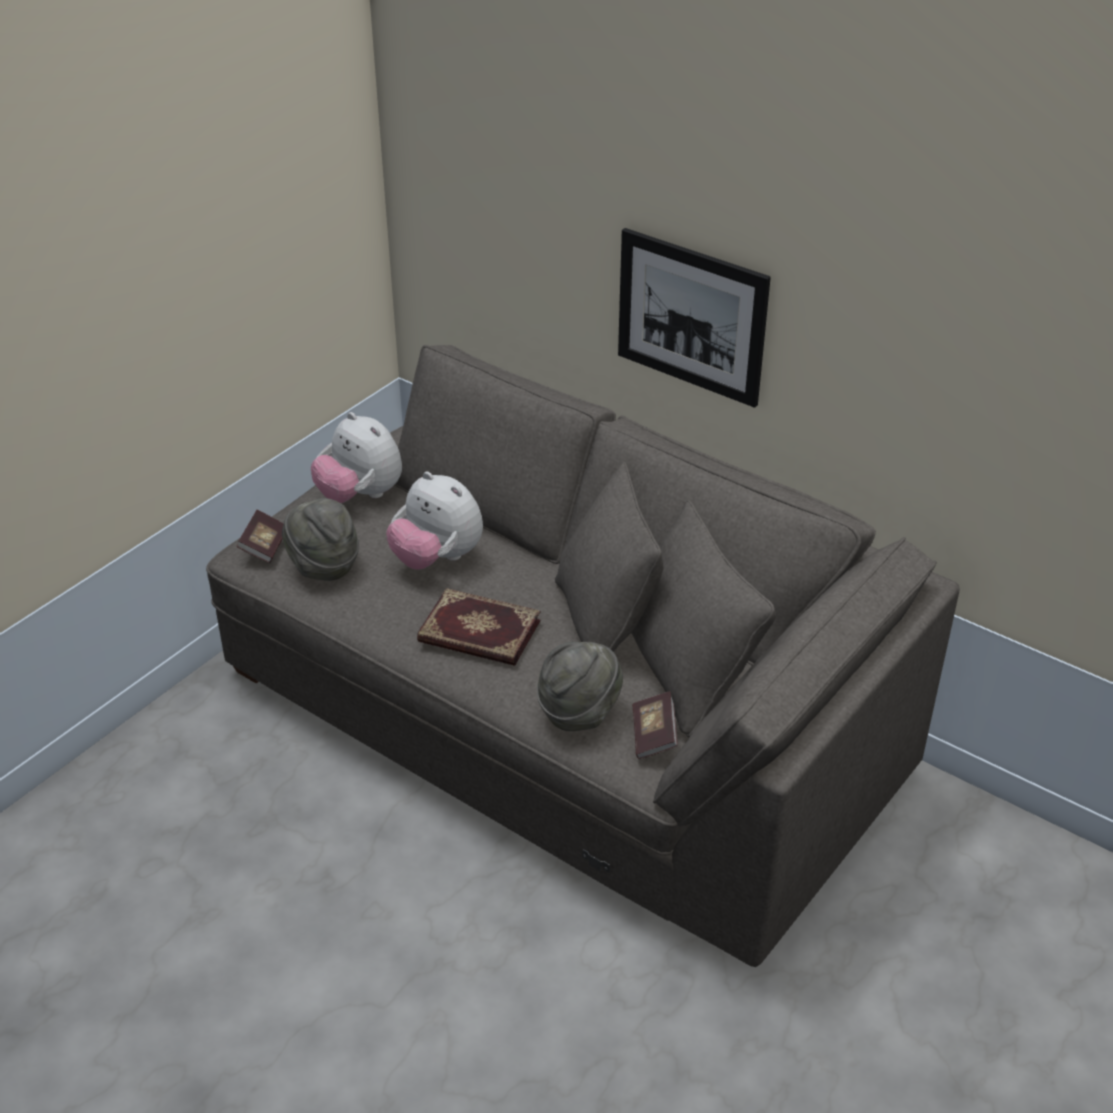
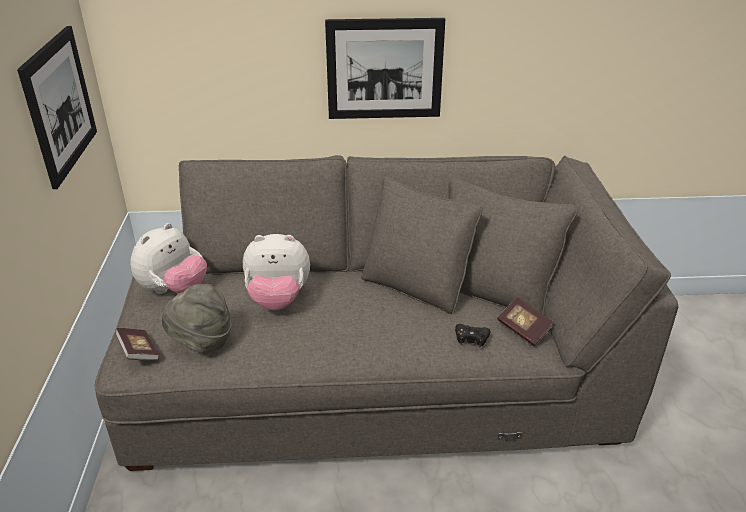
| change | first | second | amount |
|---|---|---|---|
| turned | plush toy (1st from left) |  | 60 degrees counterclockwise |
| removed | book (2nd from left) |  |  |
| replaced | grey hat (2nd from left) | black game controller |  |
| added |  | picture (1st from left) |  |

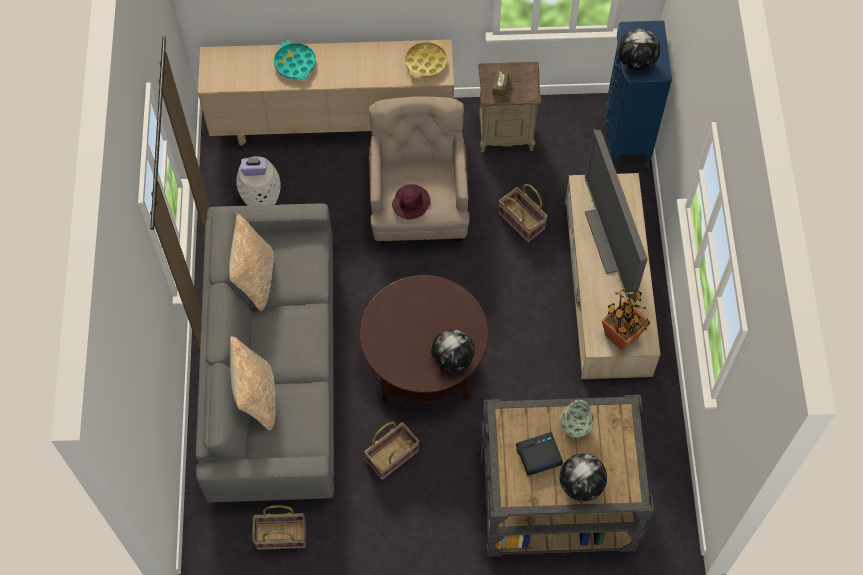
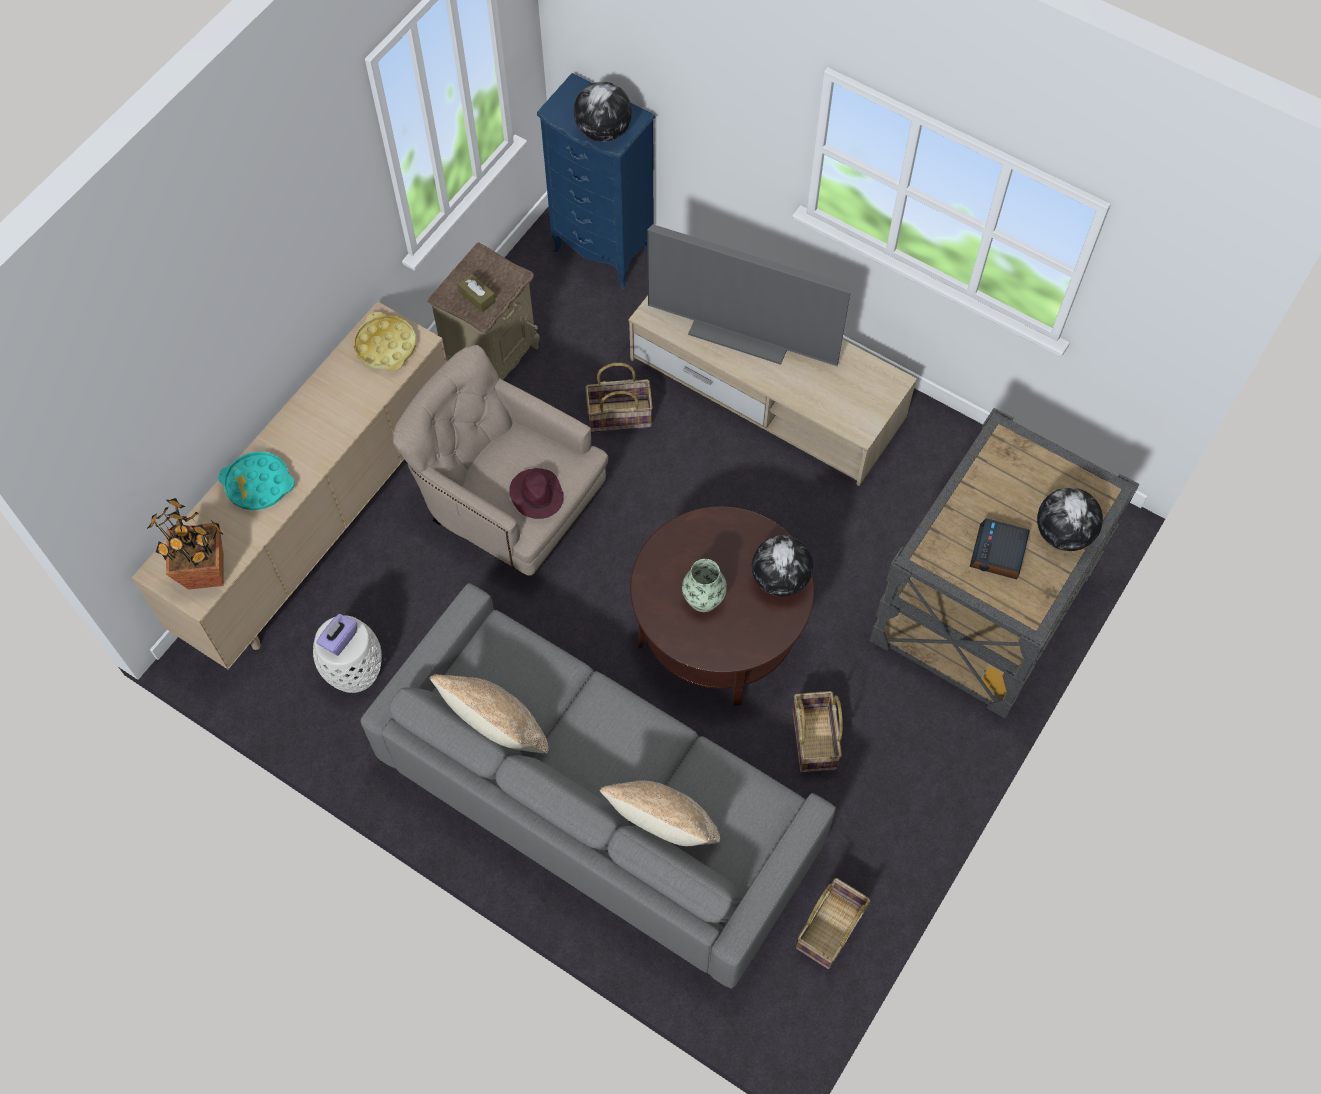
| change | first | second | amount |
|---|---|---|---|
| moved | potted plant |  |  |
| moved | vase |  |  |

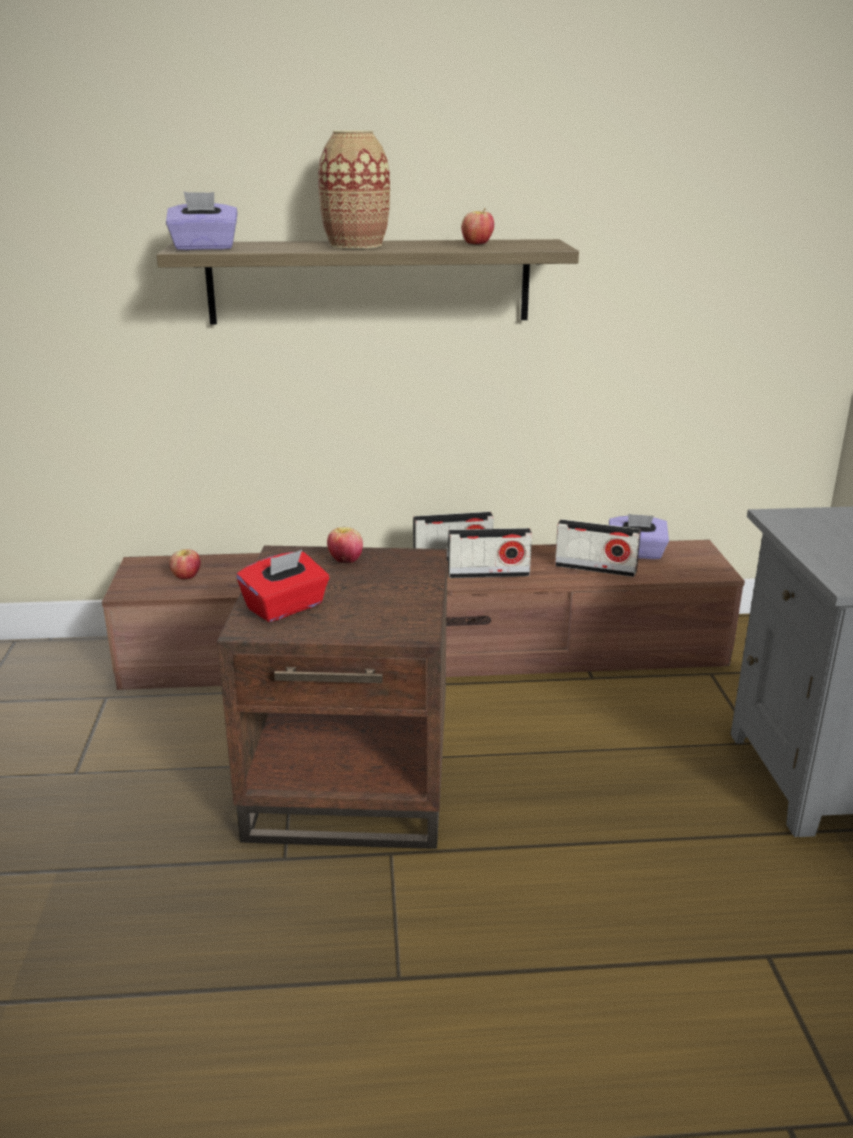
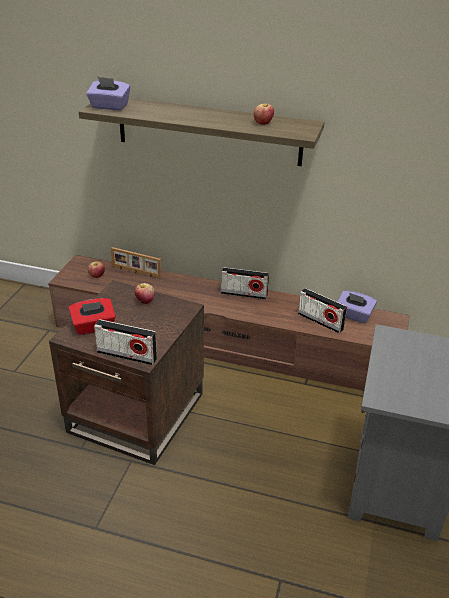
| change | first | second | amount |
|---|---|---|---|
| removed | vase |  |  |
| moved | radio (2nd from left in the first image) | radio (1st from left) |  |
| added |  | picture frame |  |

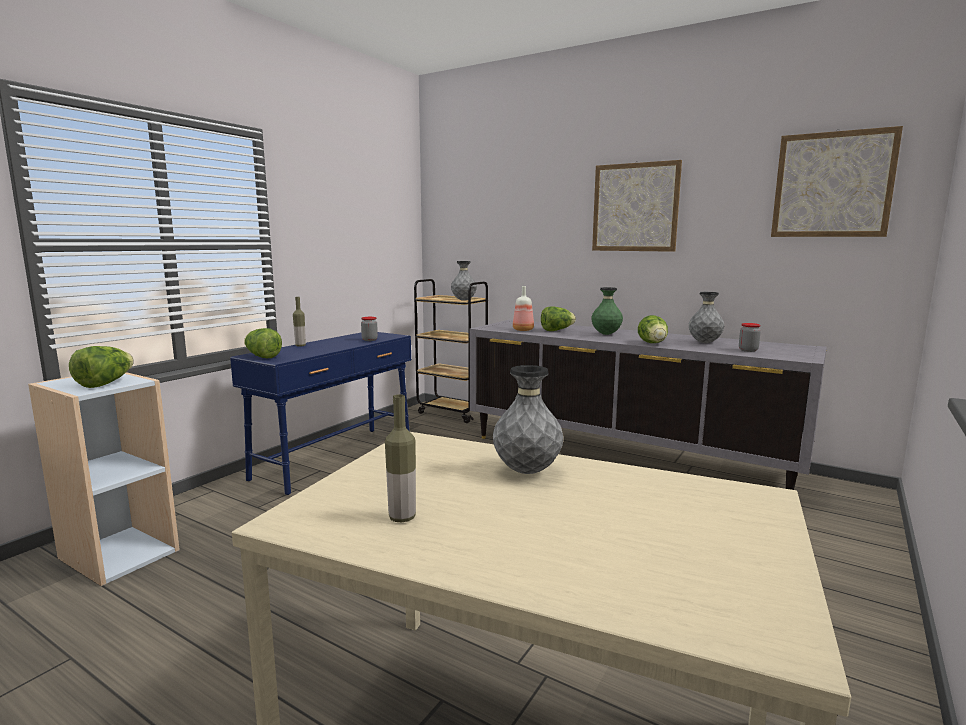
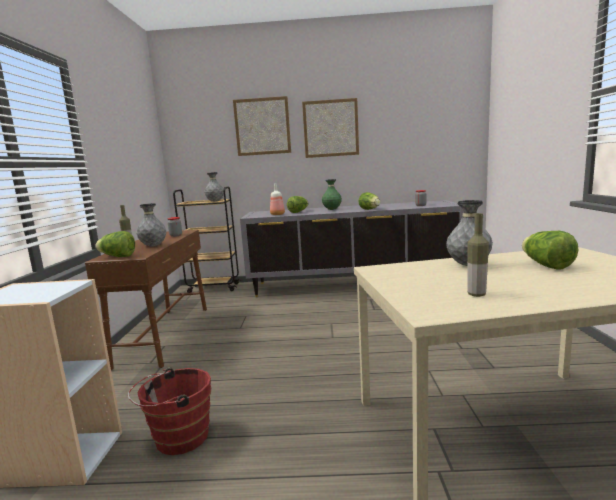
| change | first | second | amount |
|---|---|---|---|
| moved | picture (2nd from left in the first image) | picture (1st from left) |  |
| moved | grey vase (3rd from left in the first image) | grey vase (1st from left) |  |
| recoloured | blue console table | brown console table |  |
| moved | lettuce (1st from left in the first image) | lettuce (4th from left) |  |
| added |  | red bucket |  |

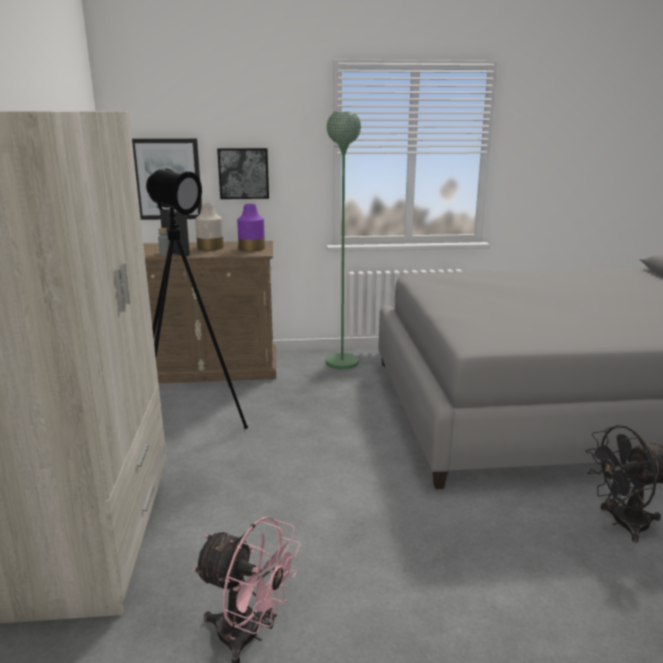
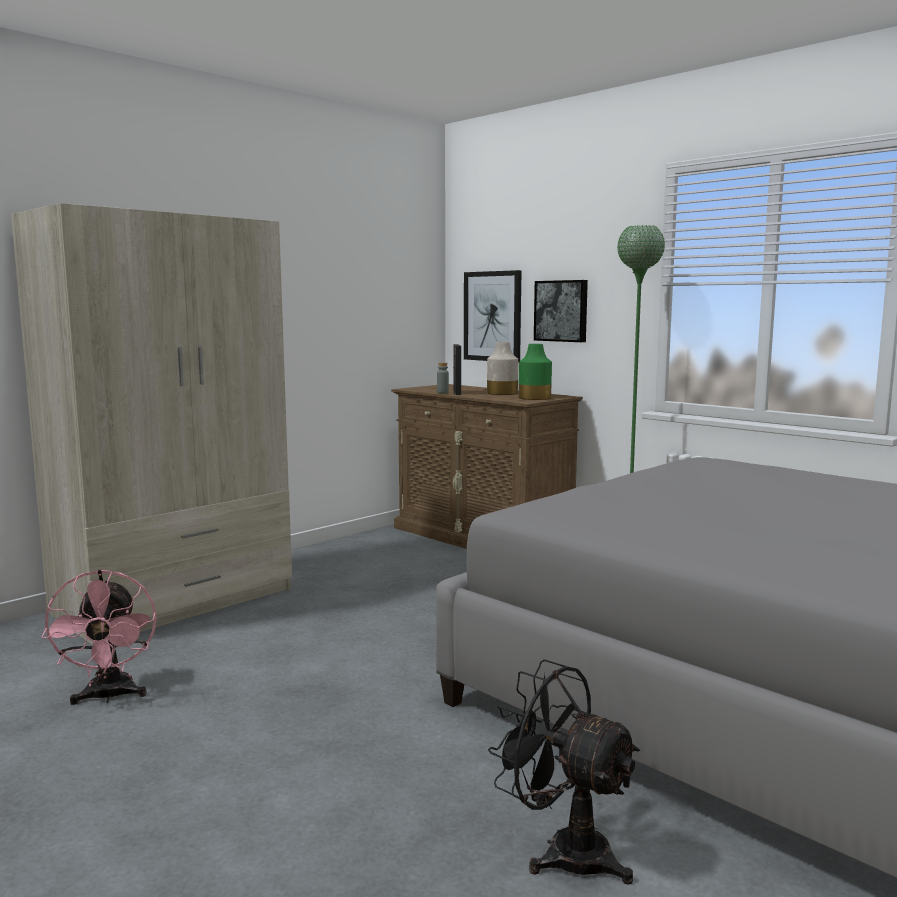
| change | first | second | amount |
|---|---|---|---|
| removed | black floor lamp |  |  |
| recoloured | purple vase | green vase |  |

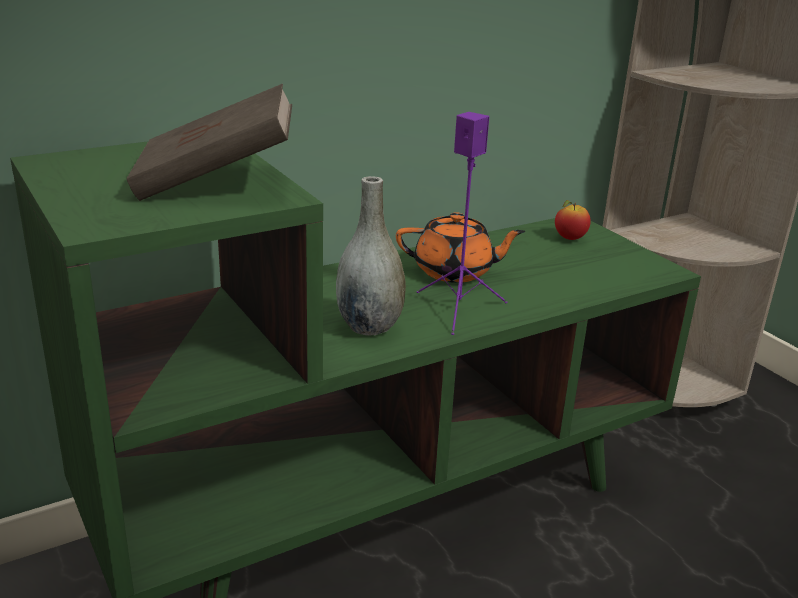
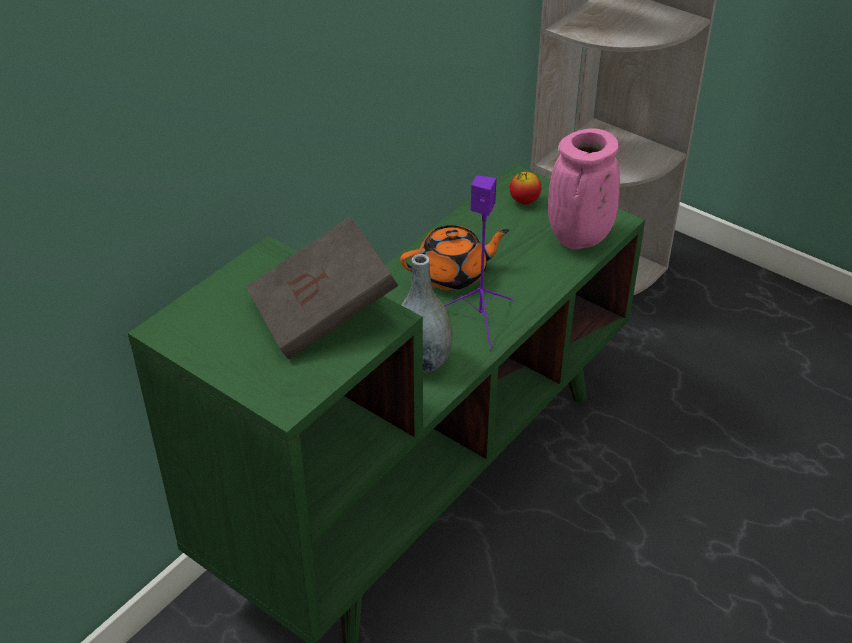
| change | first | second | amount |
|---|---|---|---|
| added |  | pink vase |  |

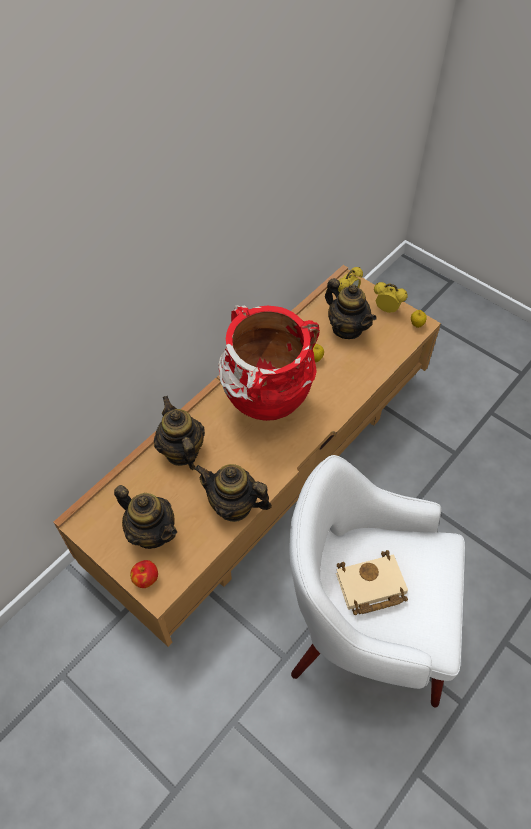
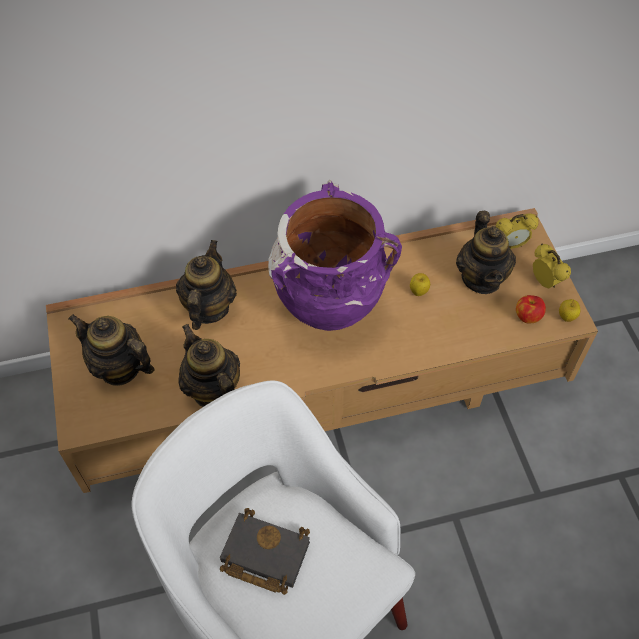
| change | first | second | amount |
|---|---|---|---|
| recoloured | red vase | purple vase |  |
| turned | teapot (1st from left) |  | 135 degrees clockwise |
| recoloured | beige book | black book |  |
| moved | apple (1st from left in the first image) | apple (2nd from left) |  |

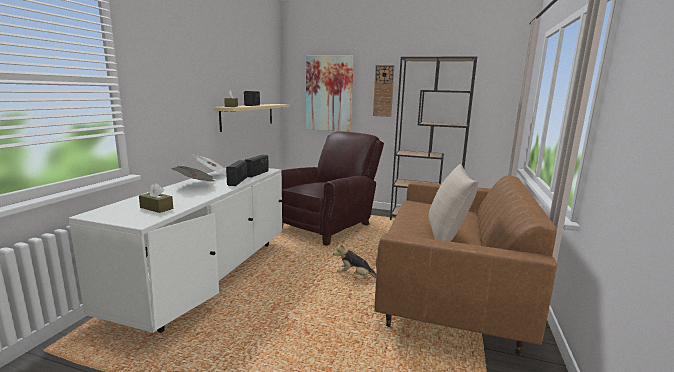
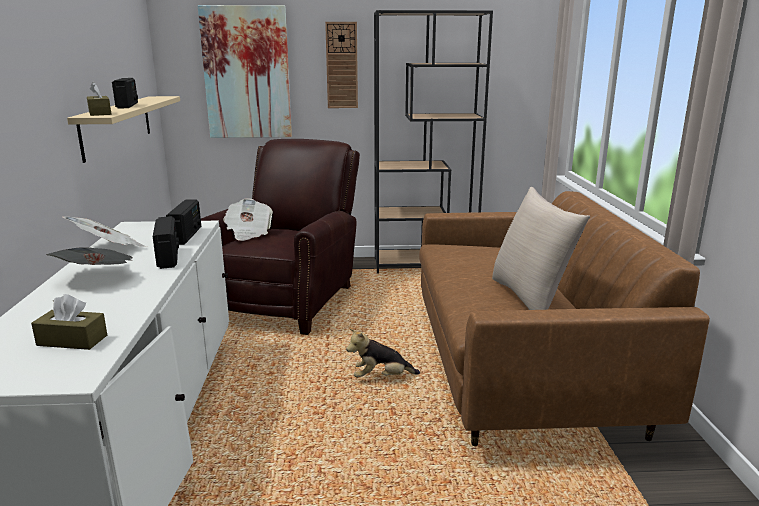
| change | first | second | amount |
|---|---|---|---|
| added |  | newspaper (3rd from left) |  |

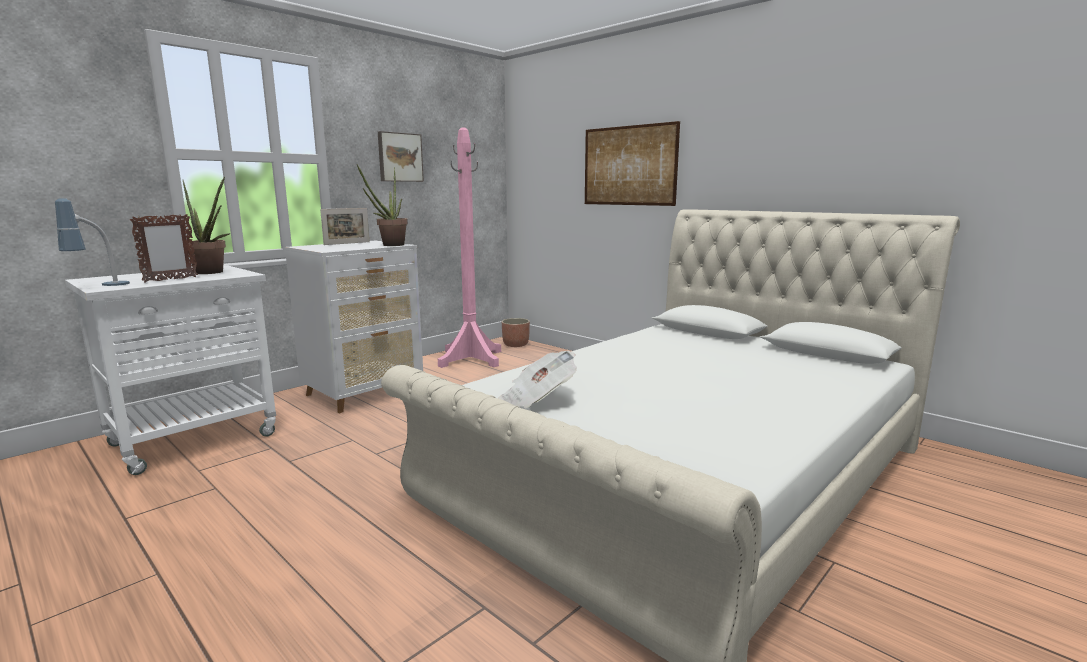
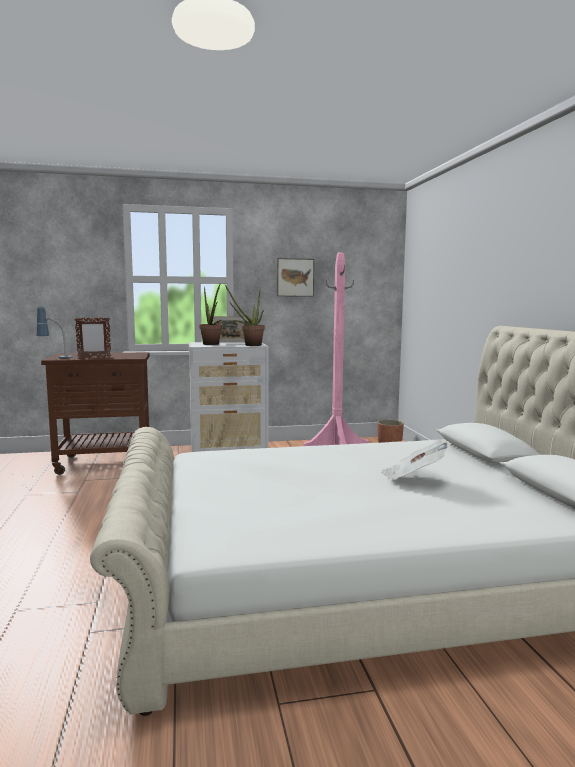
| change | first | second | amount |
|---|---|---|---|
| removed | picture (2nd from left) |  |  |
| moved | potted plant (1st from left) |  |  |
| recoloured | white cart | brown cart |  |
| moved | newspaper |  |  |

